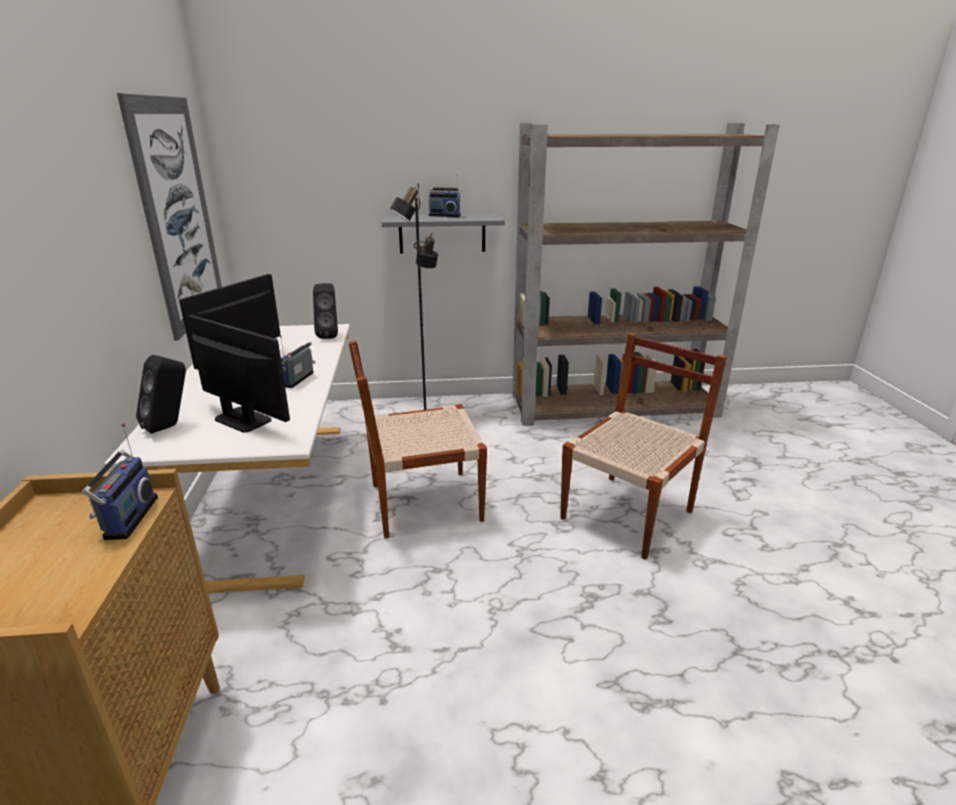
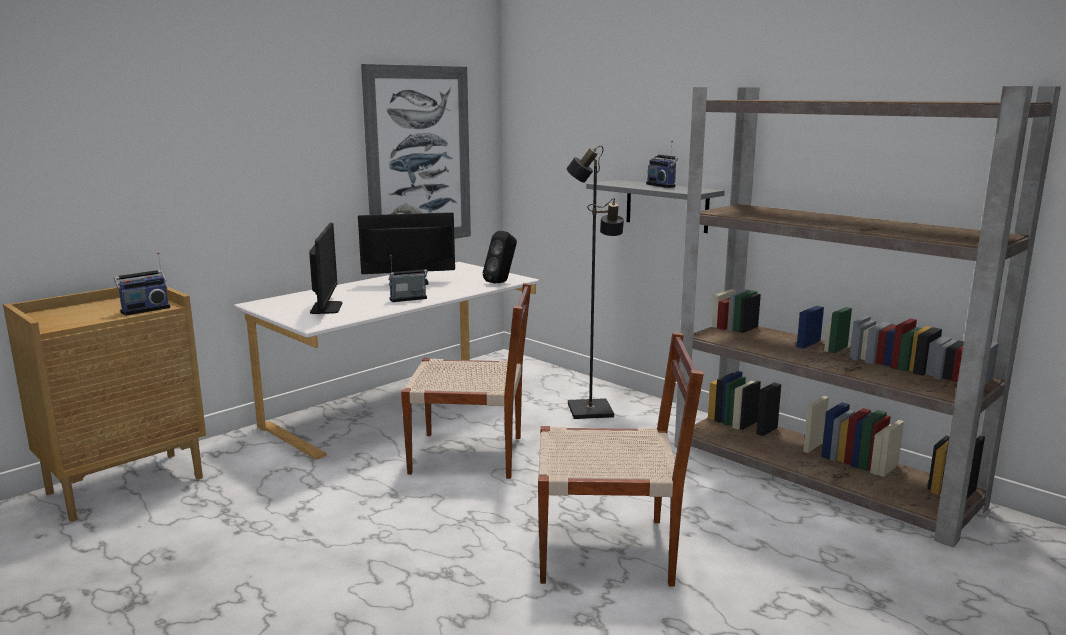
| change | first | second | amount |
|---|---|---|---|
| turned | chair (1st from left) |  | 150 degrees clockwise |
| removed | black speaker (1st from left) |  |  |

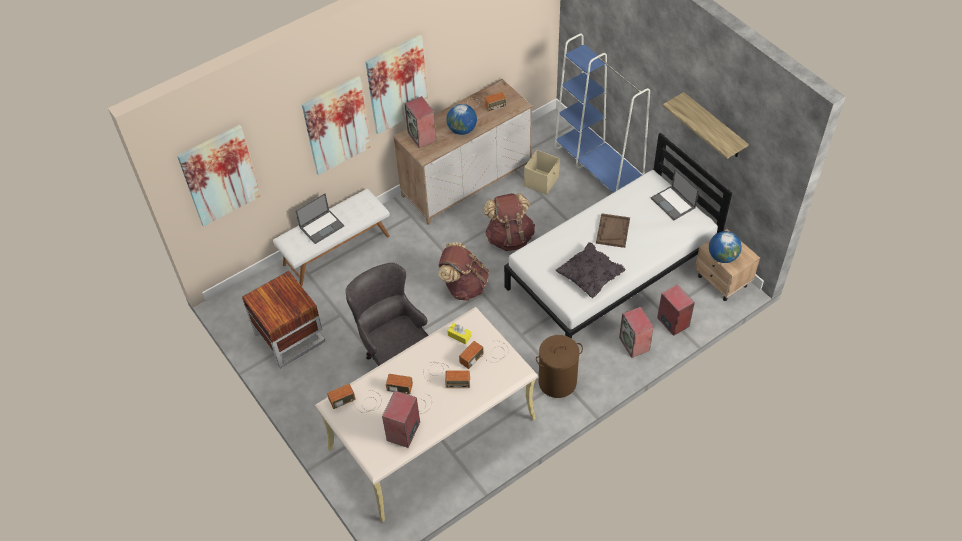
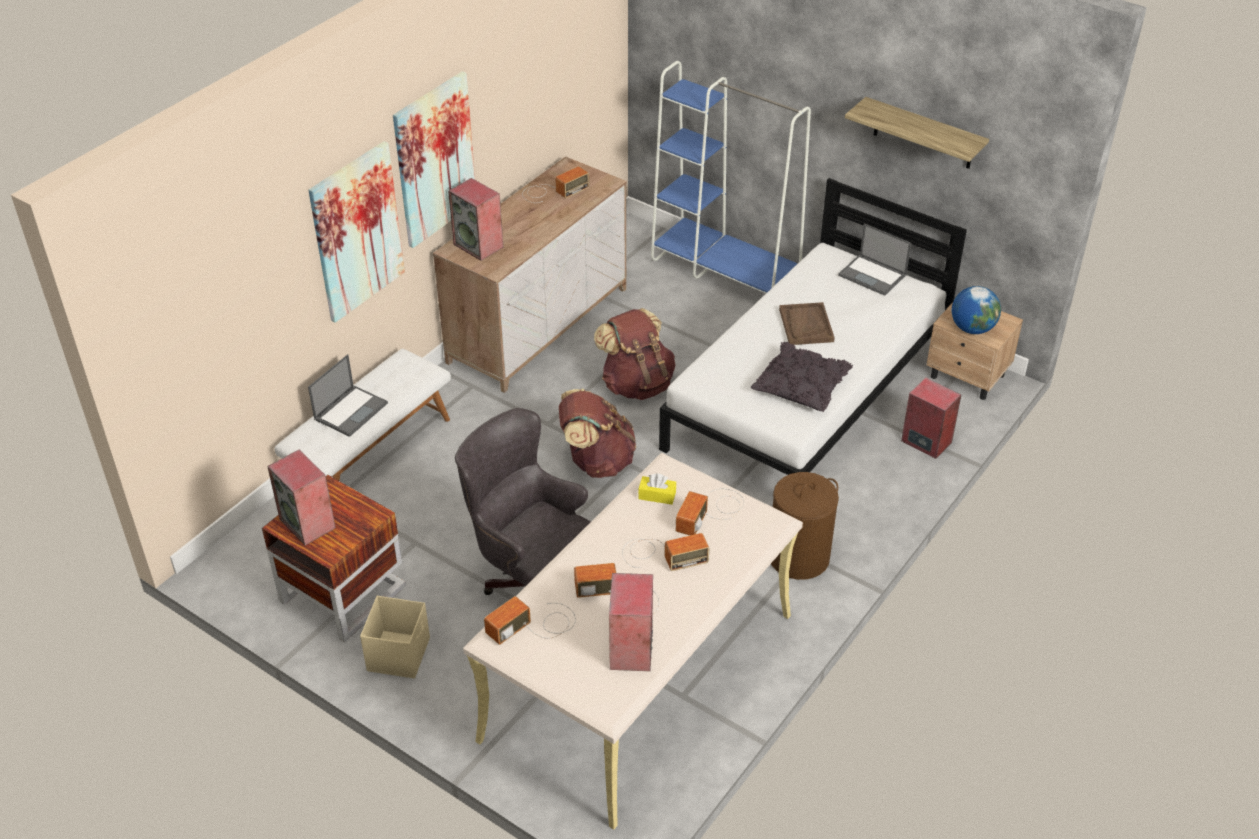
| change | first | second | amount |
|---|---|---|---|
| removed | globe (1st from left) |  |  |
| removed | picture (1st from left) |  |  |
| moved | beige storage box |  |  |
| moved | speaker (3rd from left in the first image) | speaker (1st from left) |  |

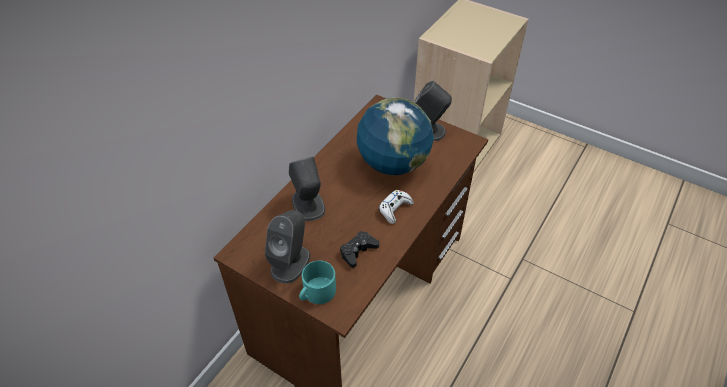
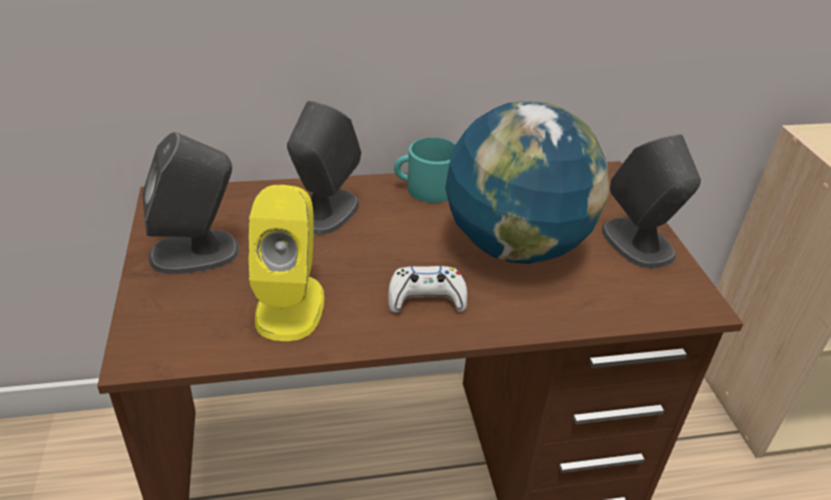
| change | first | second | amount |
|---|---|---|---|
| replaced | black game controller | yellow speaker |  |
| moved | turquoise mug |  |  |

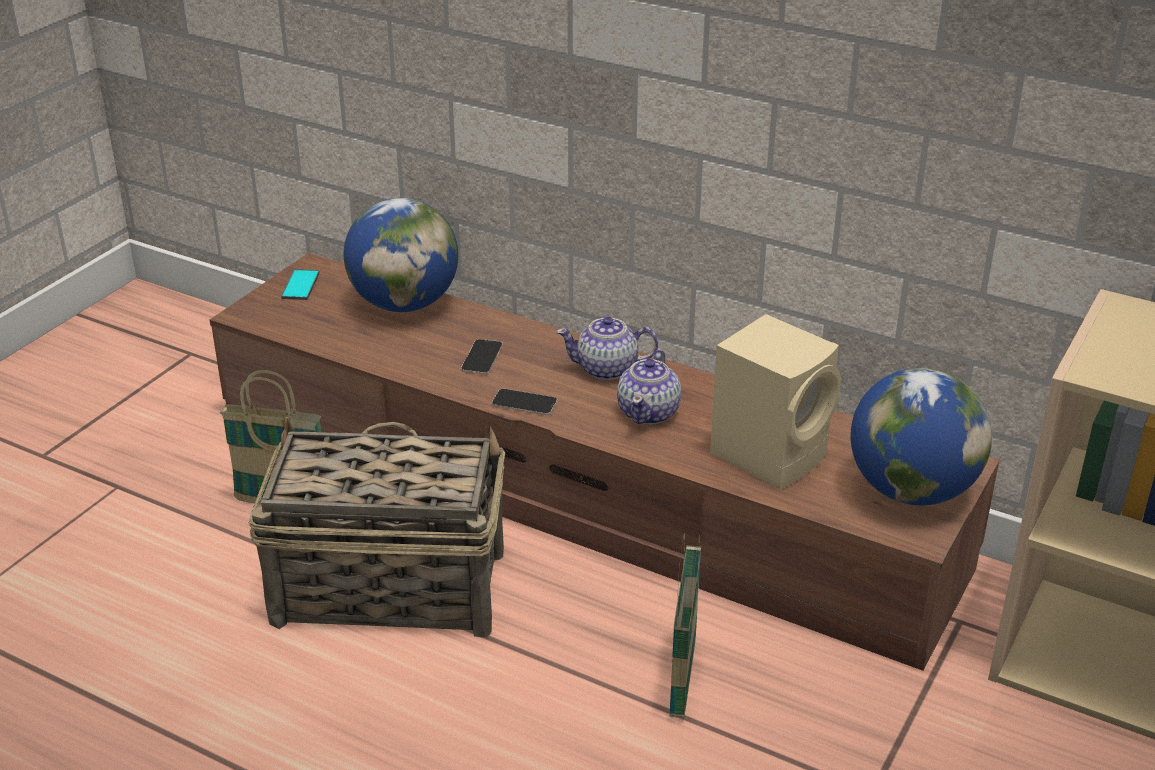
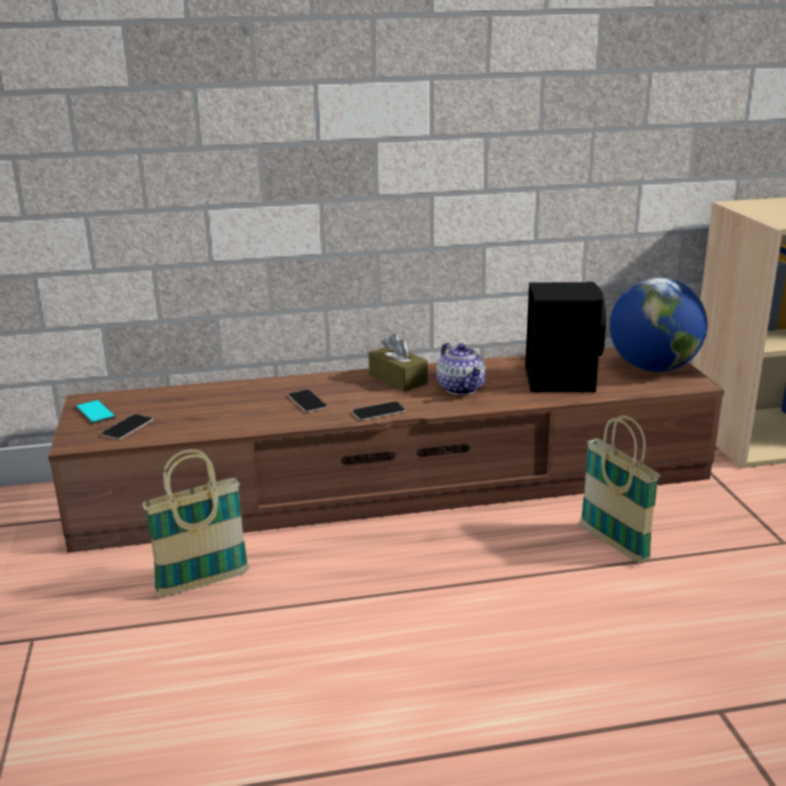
| change | first | second | amount |
|---|---|---|---|
| removed | globe (1st from left) |  |  |
| recoloured | beige speaker | black speaker |  |
| replaced | teapot (1st from left) | brown tissue box |  |
| removed | basket (2nd from left) |  |  |
| added |  | phone (2nd from left) |  |

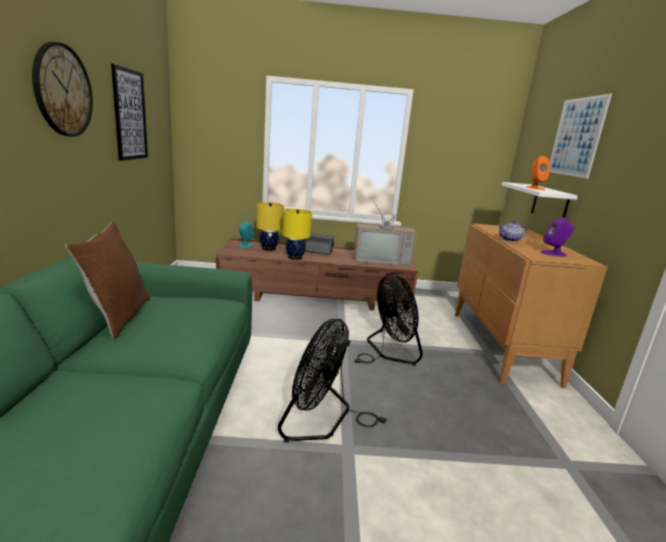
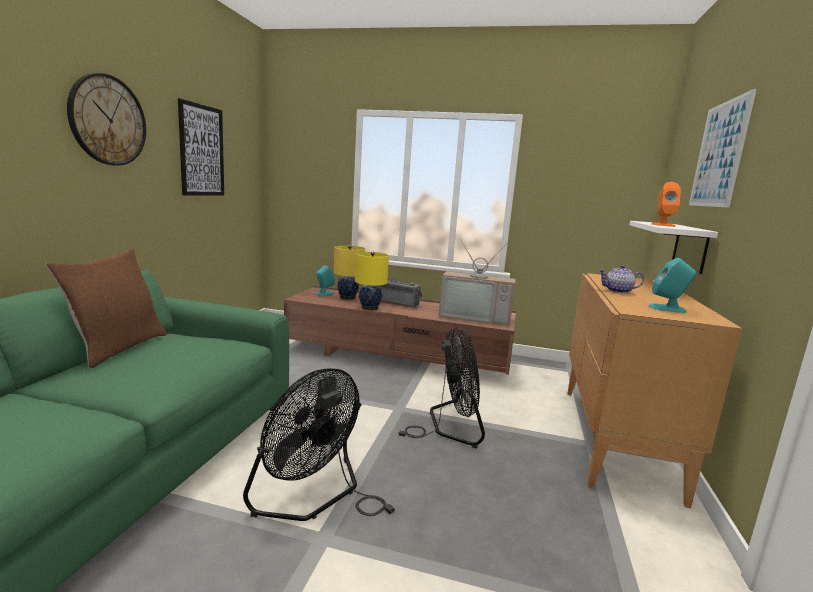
| change | first | second | amount |
|---|---|---|---|
| recoloured | purple speaker | turquoise speaker (2nd from left) |  |

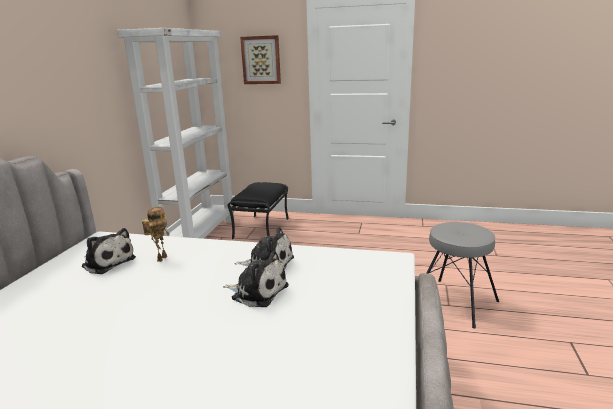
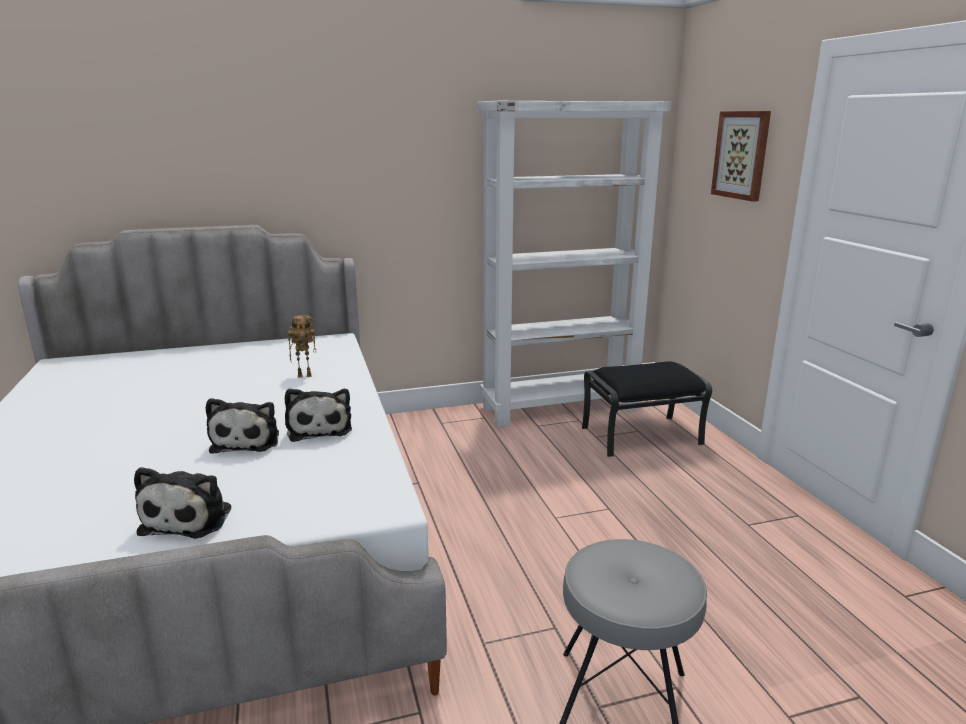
| change | first | second | amount |
|---|---|---|---|
| moved | plush toy (1st from left) |  |  |

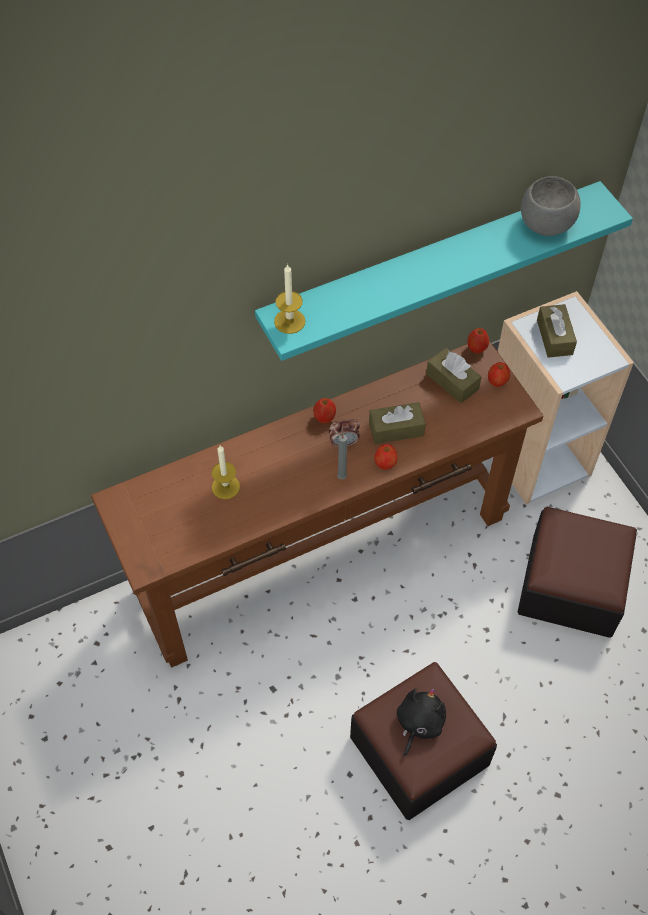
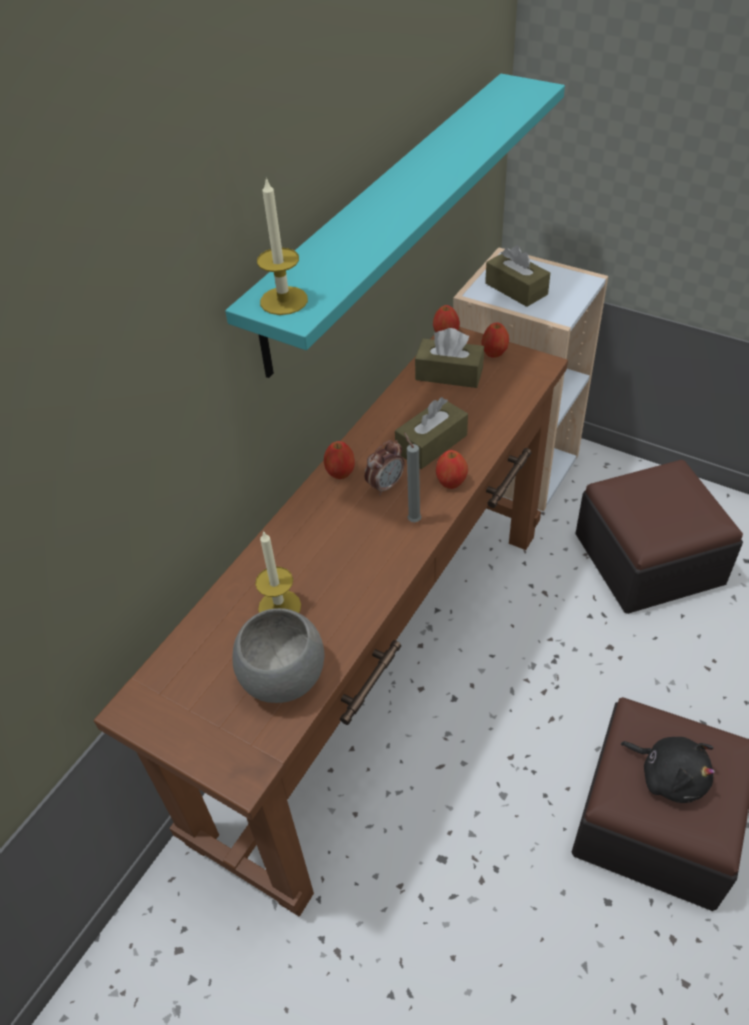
| change | first | second | amount |
|---|---|---|---|
| moved | grey bowl |  |  |
| turned | black plush toy |  | 135 degrees clockwise |

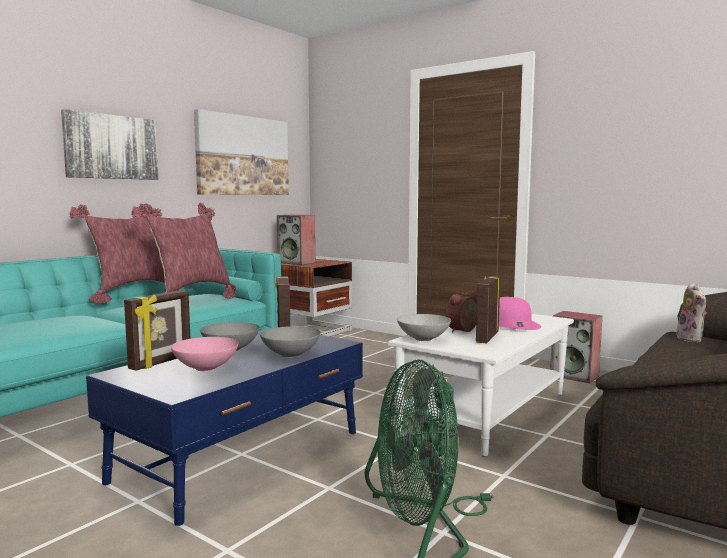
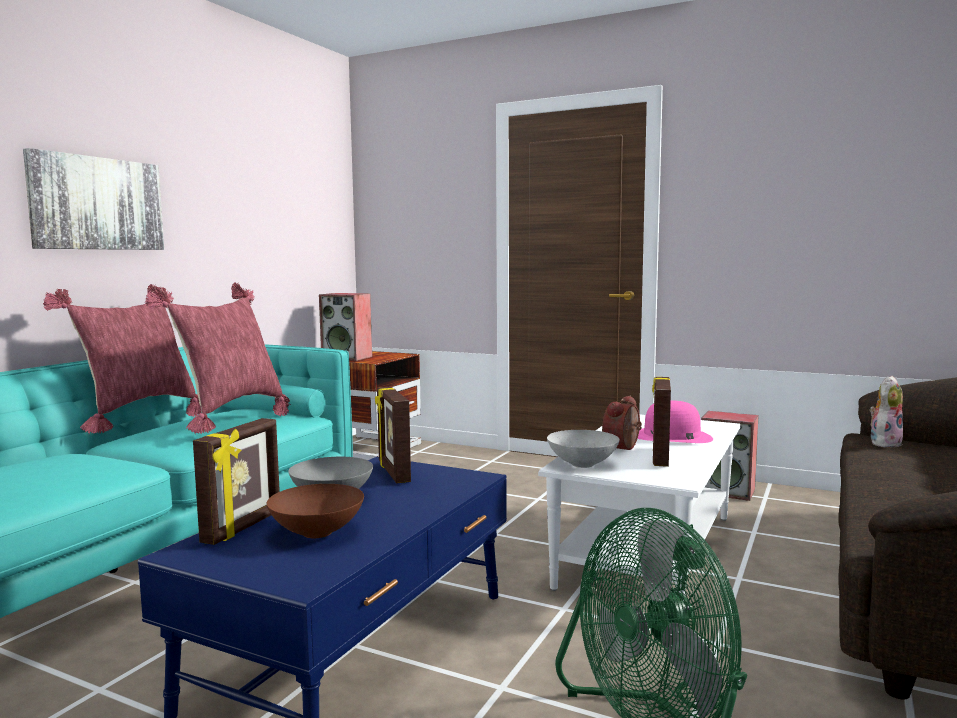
| change | first | second | amount |
|---|---|---|---|
| removed | picture (2nd from left) |  |  |
| turned | plush toy |  | 120 degrees counterclockwise |
| removed | grey bowl (2nd from left) |  |  |
| recoloured | pink bowl | brown bowl |  |

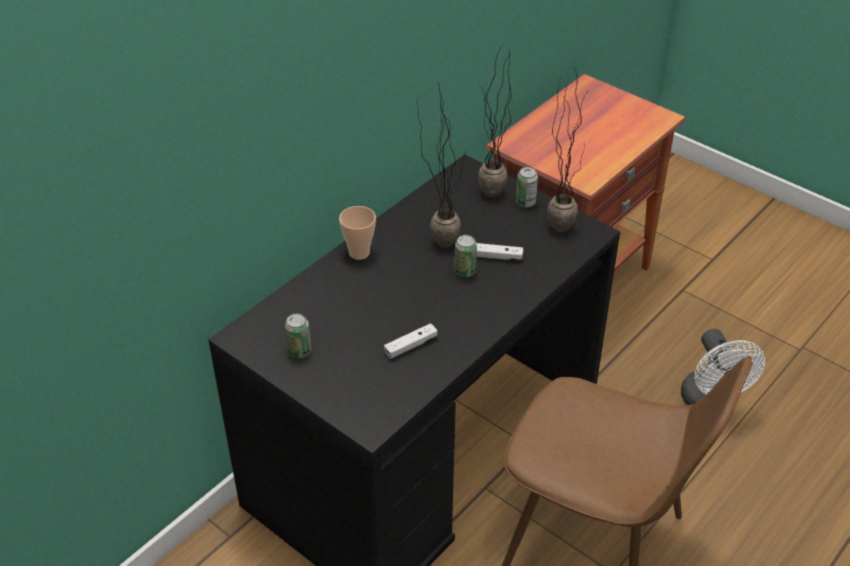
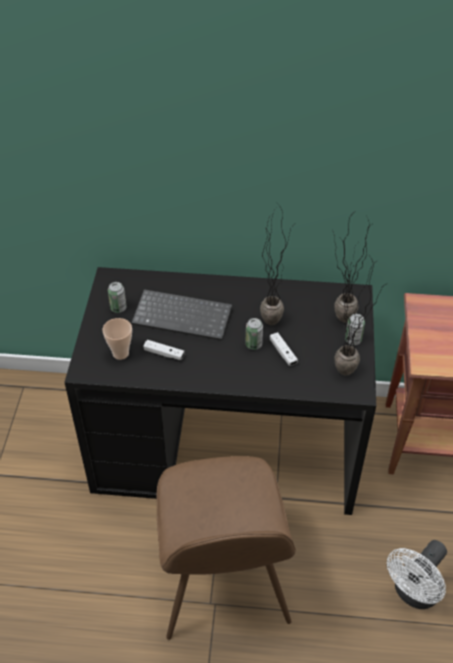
| change | first | second | amount |
|---|---|---|---|
| moved | cup |  |  |
| added |  | keyboard |  |

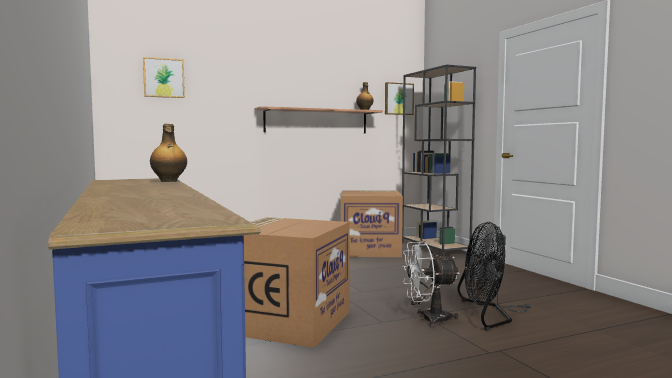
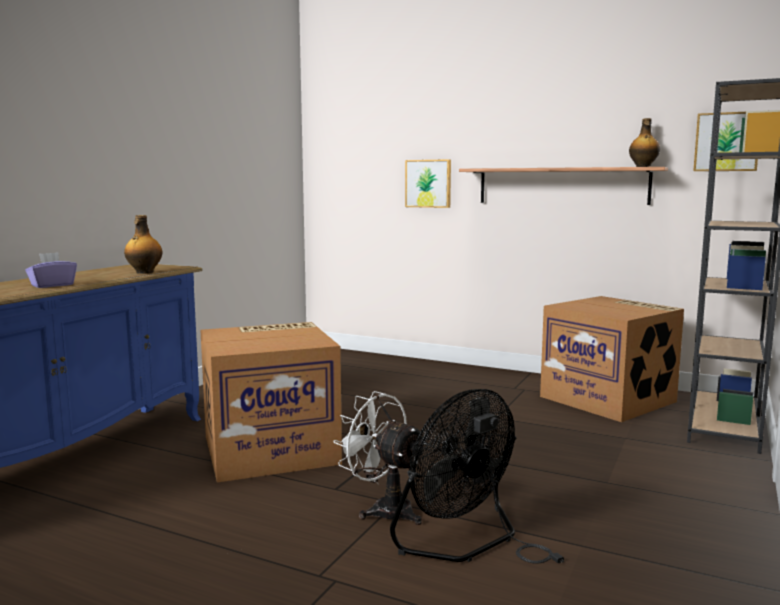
| change | first | second | amount |
|---|---|---|---|
| moved | picture (1st from left) |  |  |
| added |  | purple tissue box |  |

